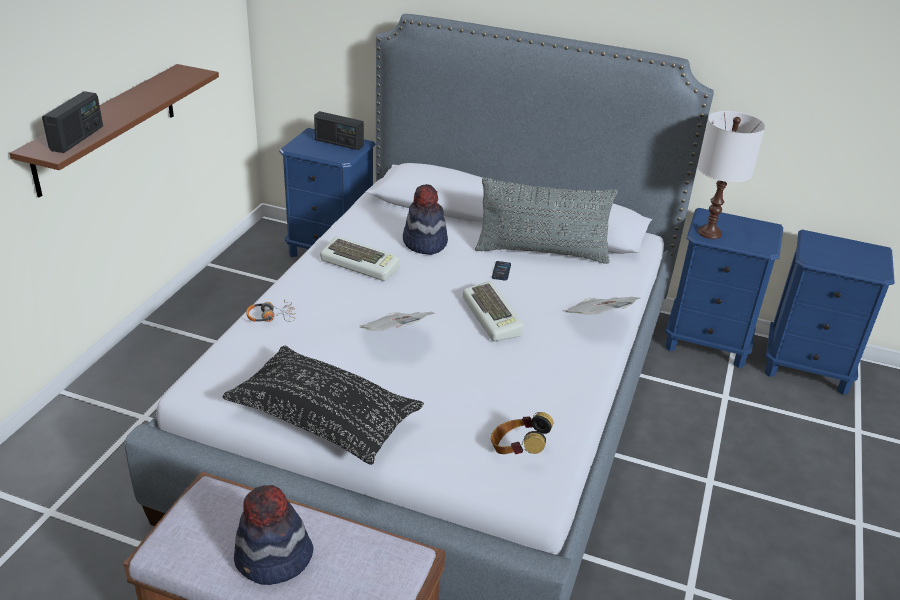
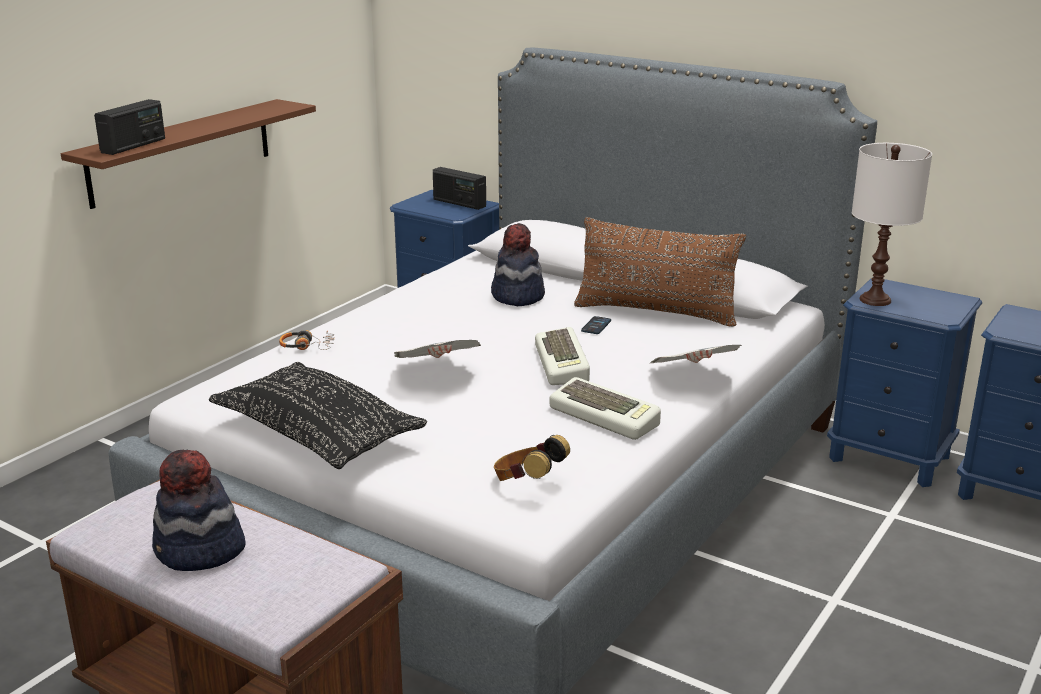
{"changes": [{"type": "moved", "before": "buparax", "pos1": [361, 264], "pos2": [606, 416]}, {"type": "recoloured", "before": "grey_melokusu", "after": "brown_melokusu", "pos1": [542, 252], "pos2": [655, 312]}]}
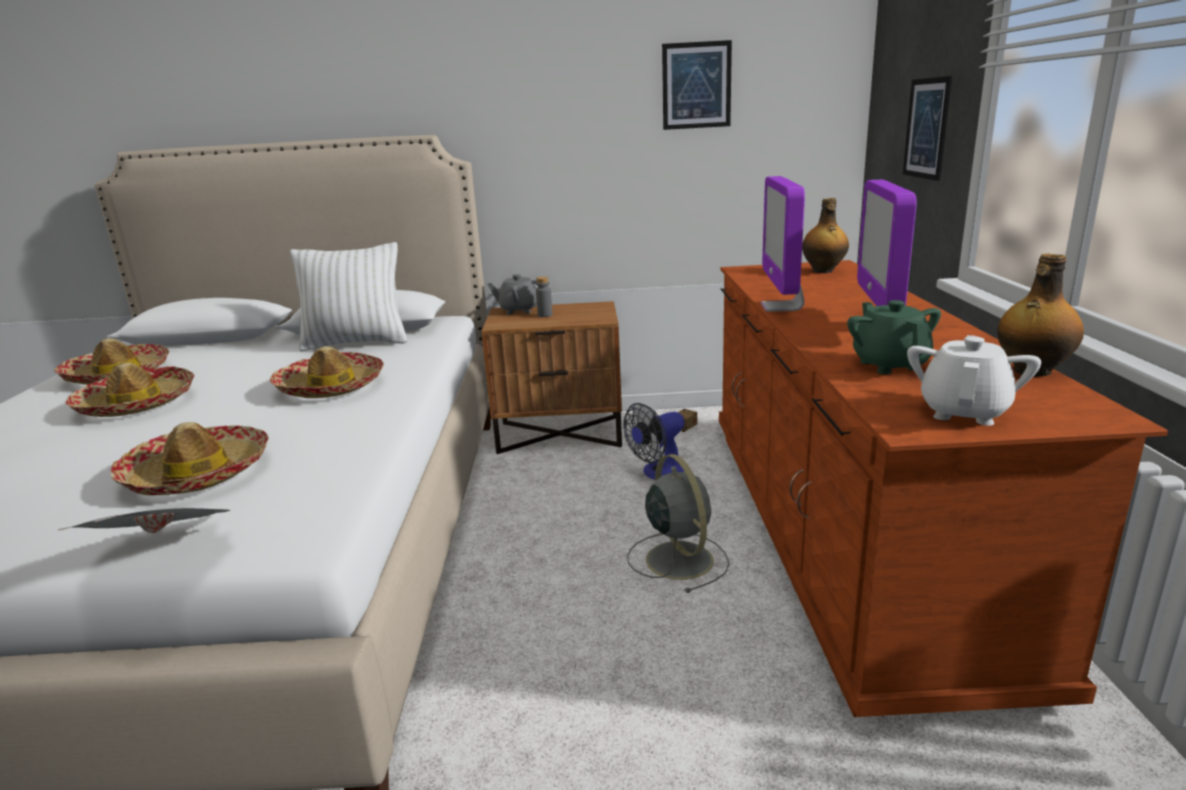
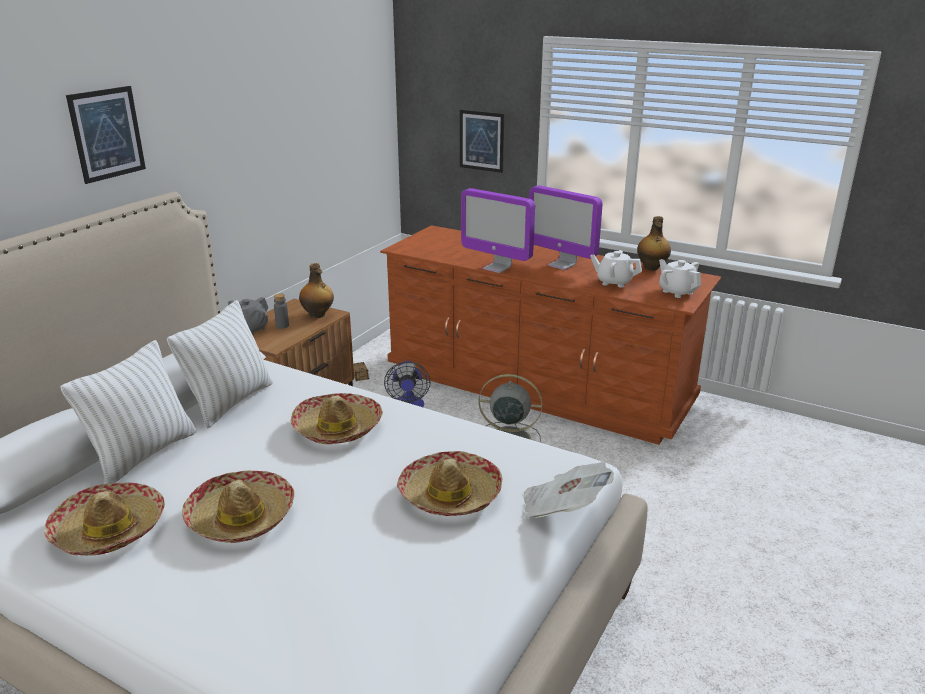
{"changes": [{"type": "added", "after": "white_melokusu", "pos2": [143, 454]}, {"type": "moved", "before": "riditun", "pos1": [696, 85], "pos2": [107, 134]}, {"type": "moved", "before": "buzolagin", "pos1": [823, 271], "pos2": [318, 315]}, {"type": "recoloured", "before": "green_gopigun", "after": "white_gopigun", "pos1": [889, 365], "pos2": [614, 282]}]}
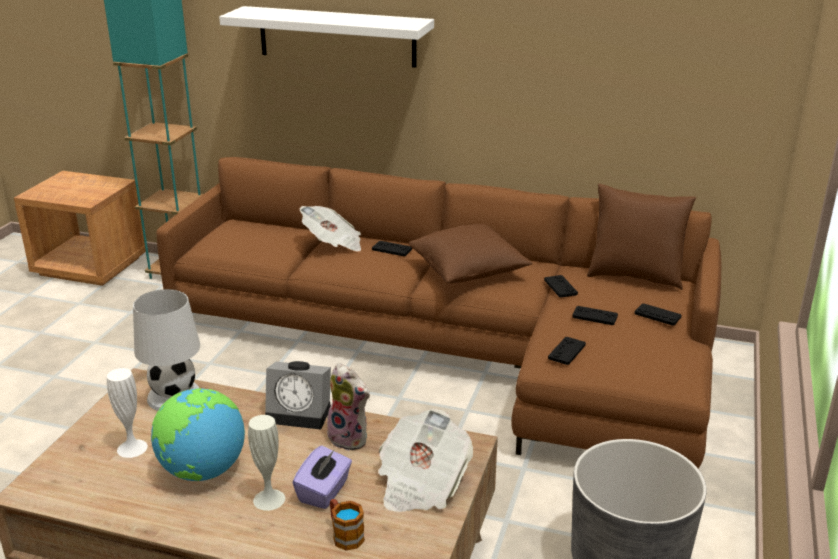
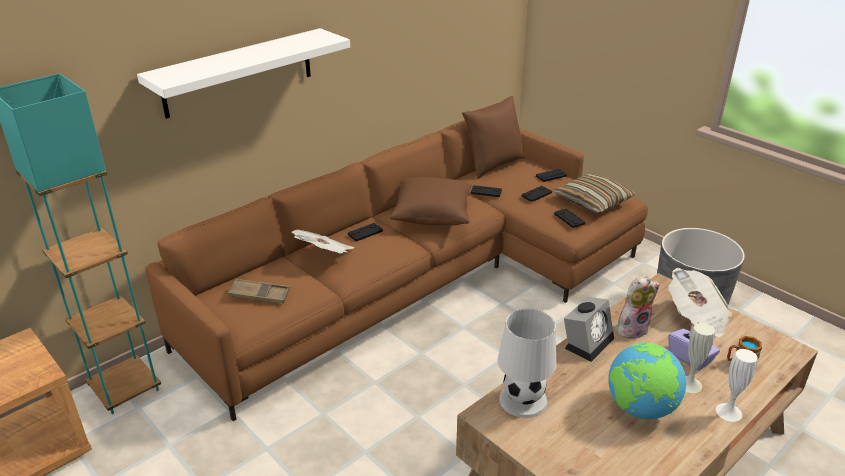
{"changes": [{"type": "added", "after": "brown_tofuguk", "pos2": [259, 295]}, {"type": "added", "after": "melokusu", "pos2": [593, 201]}, {"type": "moved", "before": "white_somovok", "pos1": [132, 448], "pos2": [728, 412]}]}
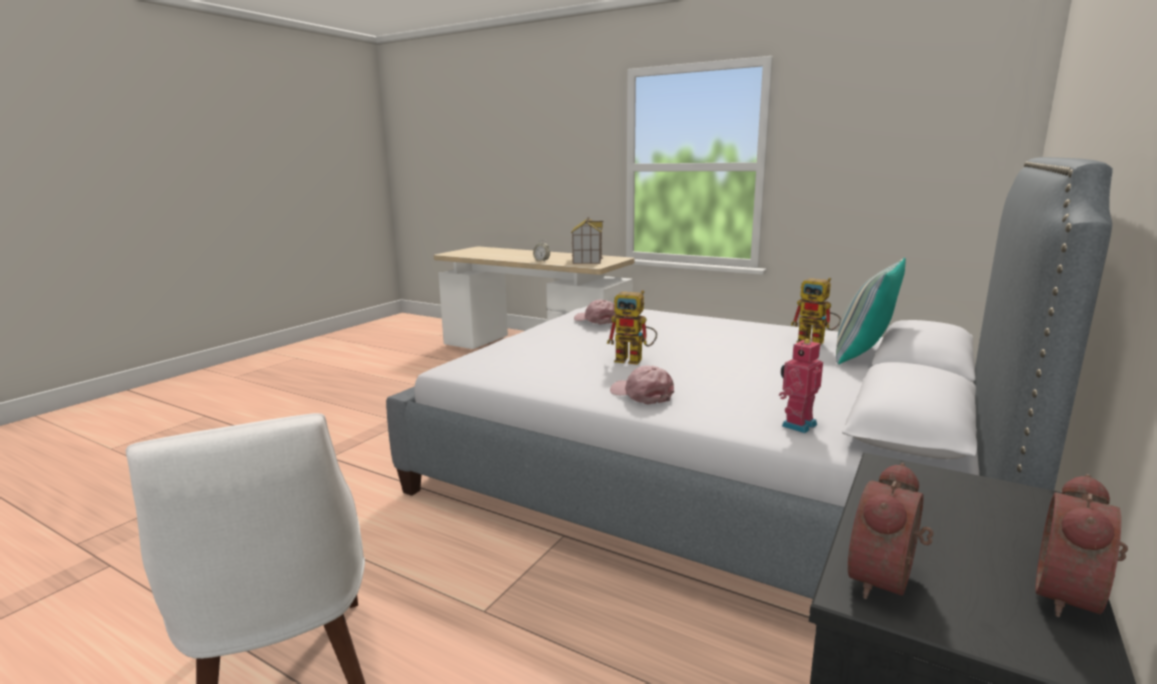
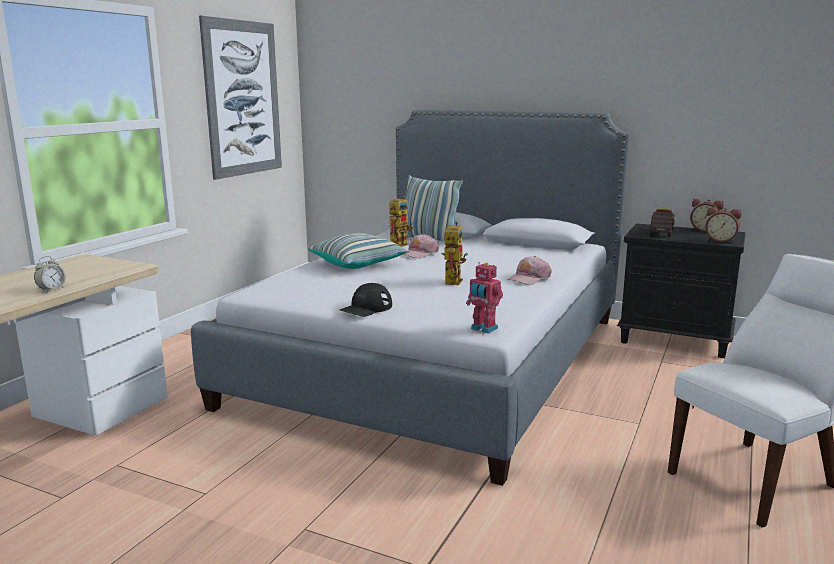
{"changes": [{"type": "added", "after": "riditun", "pos2": [243, 98]}, {"type": "added", "after": "melokusu", "pos2": [359, 264]}, {"type": "added", "after": "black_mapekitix", "pos2": [366, 308]}, {"type": "moved", "before": "pink_mapekitix", "pos1": [596, 320], "pos2": [419, 254]}, {"type": "moved", "before": "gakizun", "pos1": [796, 424], "pos2": [483, 329]}, {"type": "added", "after": "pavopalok", "pos2": [660, 232]}, {"type": "removed", "before": "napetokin", "pos1": [587, 260]}]}
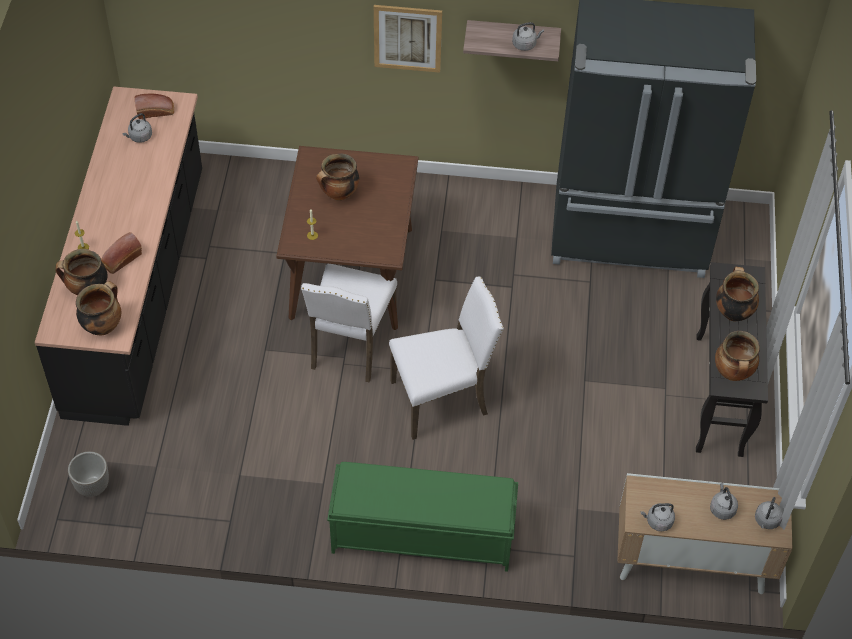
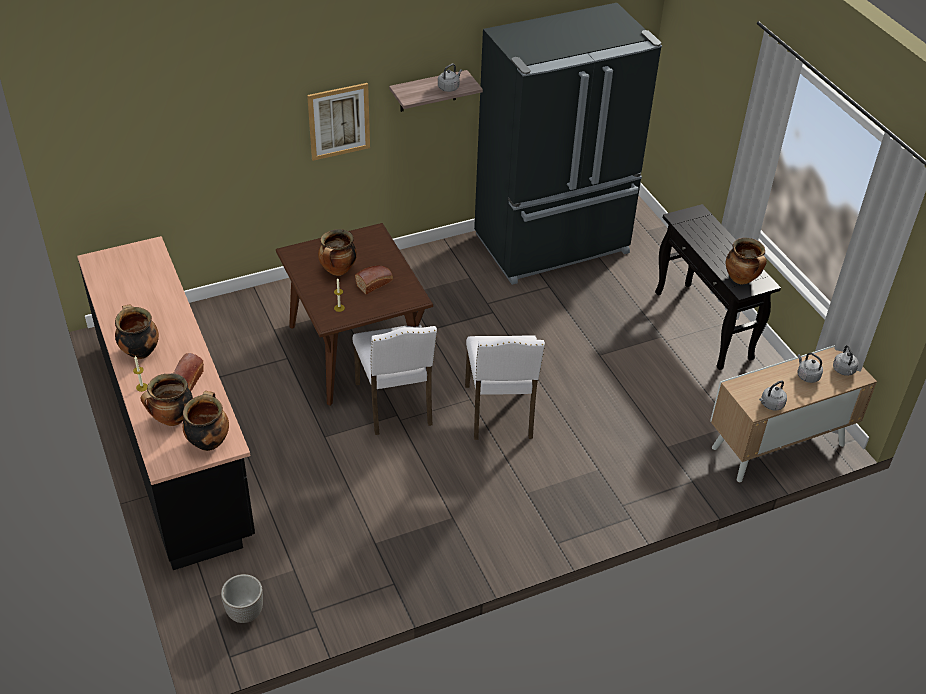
{"changes": [{"type": "moved", "before": "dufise", "pos1": [733, 312], "pos2": [139, 351]}, {"type": "moved", "before": "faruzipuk", "pos1": [156, 111], "pos2": [375, 283]}, {"type": "turned", "before": "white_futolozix", "pos1": [442, 399], "pos2": [501, 413], "turn": 135}, {"type": "removed", "before": "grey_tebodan", "pos1": [139, 137]}, {"type": "removed", "before": "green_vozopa", "pos1": [421, 536]}]}
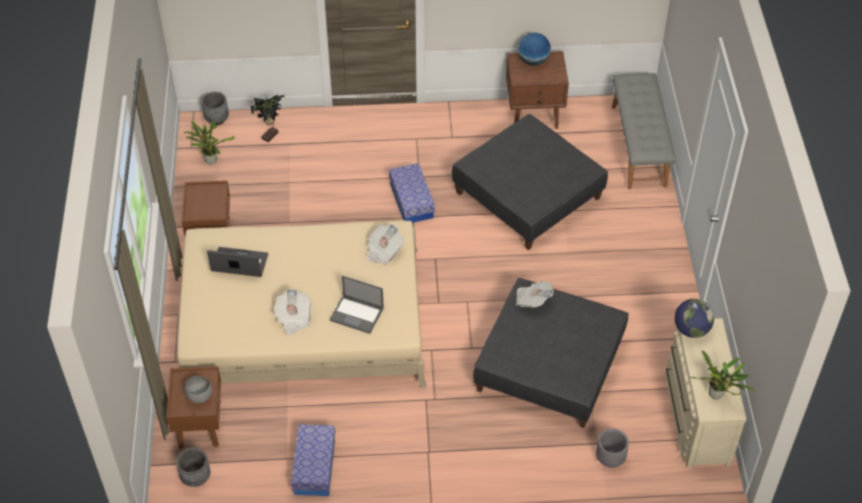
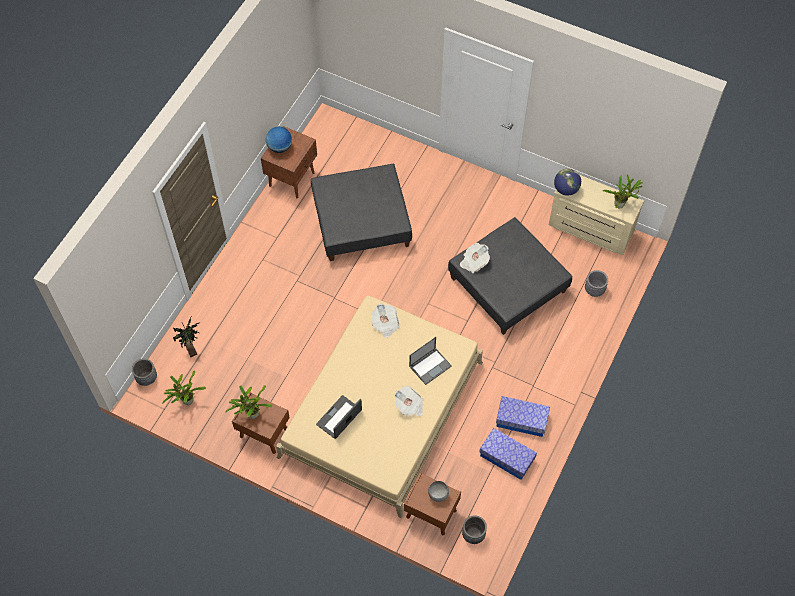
{"changes": [{"type": "added", "after": "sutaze", "pos2": [251, 414]}, {"type": "moved", "before": "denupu", "pos1": [411, 201], "pos2": [521, 420]}, {"type": "removed", "before": "grey_vozopa", "pos1": [639, 146]}]}
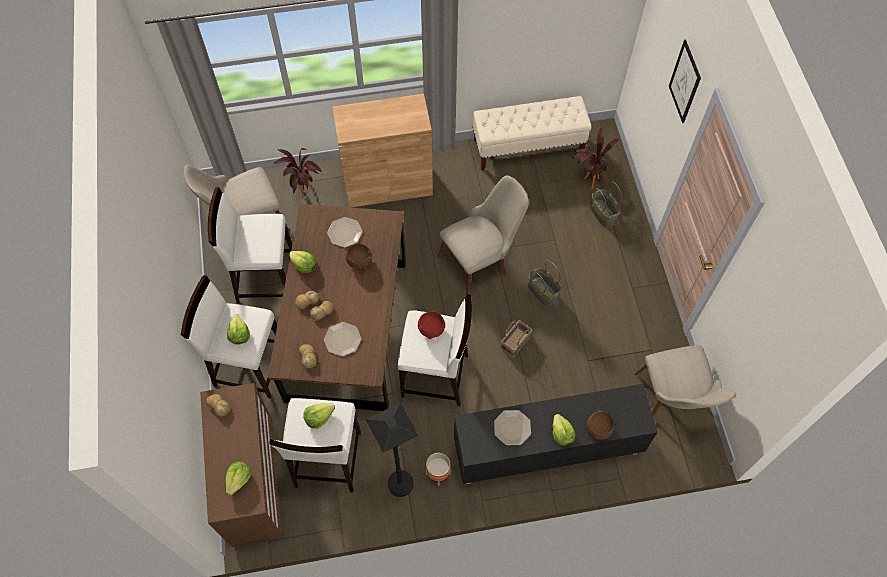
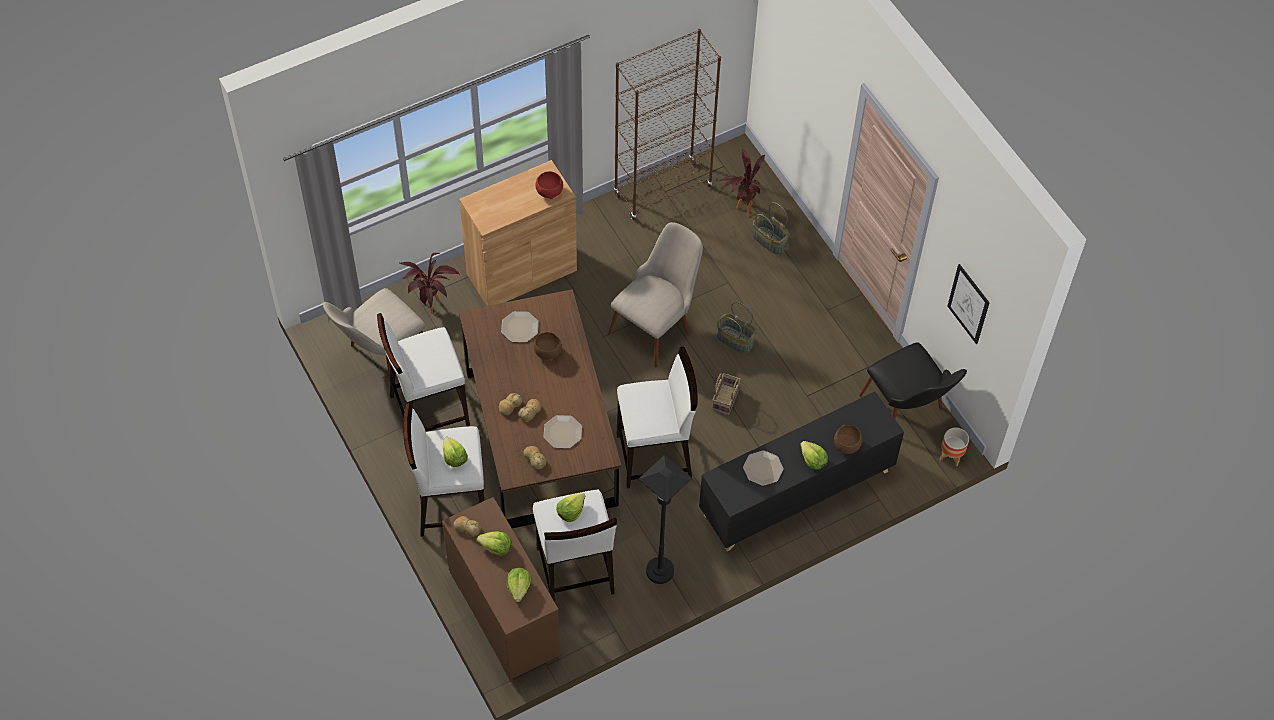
{"changes": [{"type": "moved", "before": "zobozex", "pos1": [304, 265], "pos2": [496, 547]}, {"type": "moved", "before": "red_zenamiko", "pos1": [432, 329], "pos2": [550, 191]}, {"type": "replaced", "before": "beige_vozopa", "after": "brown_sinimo", "pos1": [528, 147], "pos2": [663, 190]}, {"type": "recoloured", "before": "beige_futolozix", "after": "black_futolozix", "pos1": [673, 402], "pos2": [908, 411]}, {"type": "moved", "before": "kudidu", "pos1": [438, 473], "pos2": [951, 455]}, {"type": "moved", "before": "riditun", "pos1": [684, 82], "pos2": [968, 304]}]}
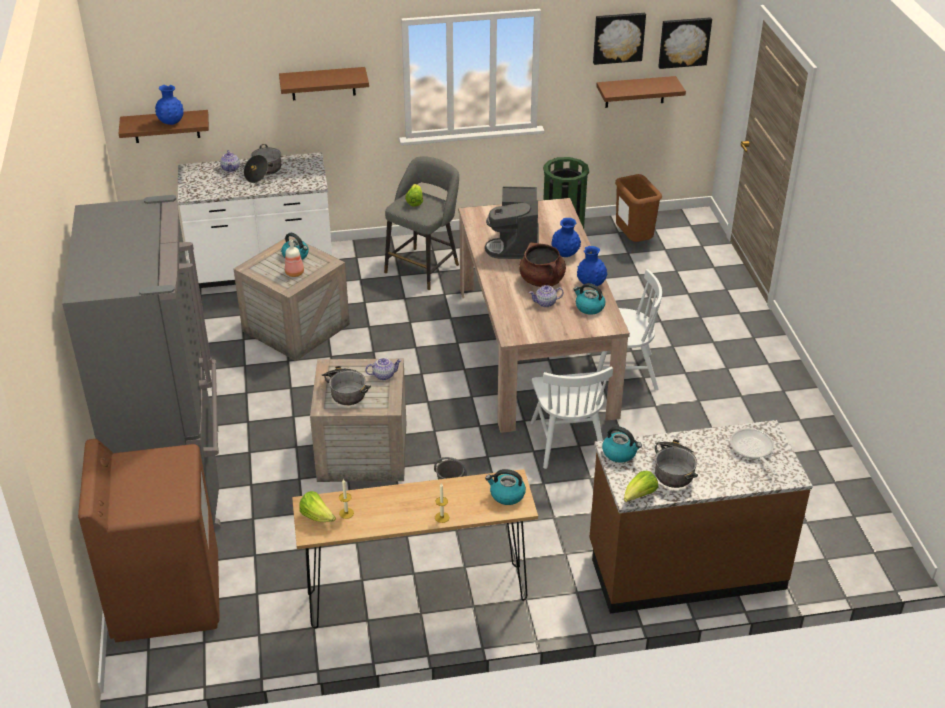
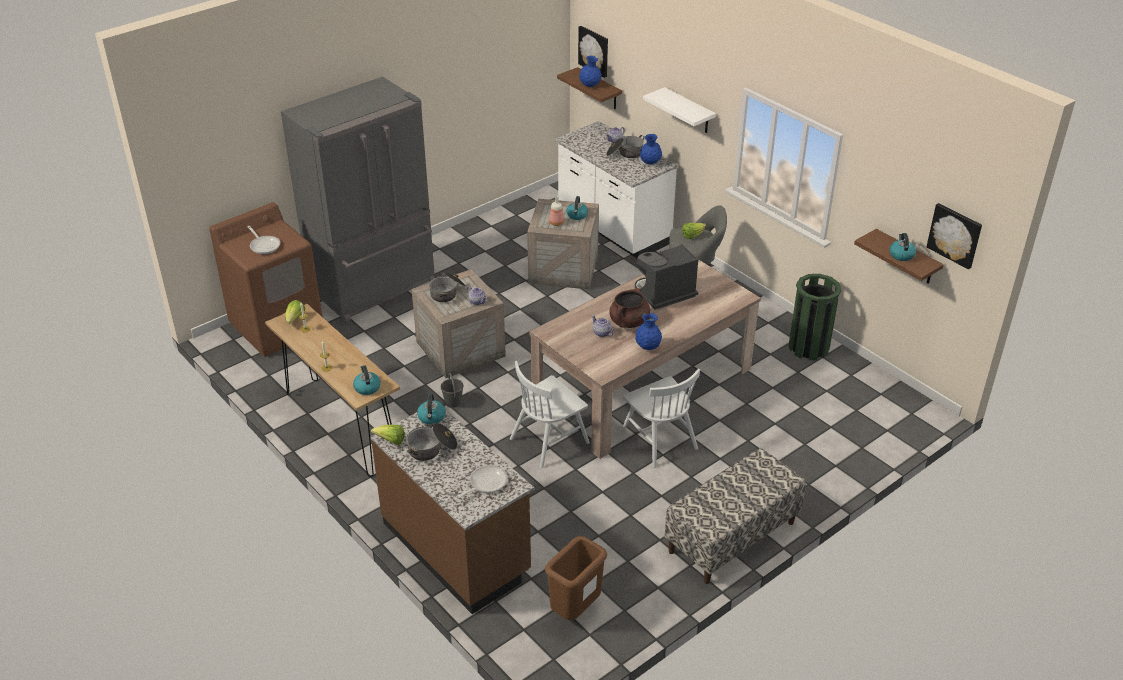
{"changes": [{"type": "added", "after": "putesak", "pos2": [264, 245]}, {"type": "moved", "before": "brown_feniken", "pos1": [632, 241], "pos2": [575, 609]}, {"type": "moved", "before": "riditun", "pos1": [618, 37], "pos2": [594, 51]}, {"type": "moved", "before": "blue_somovok", "pos1": [565, 254], "pos2": [650, 163]}, {"type": "recoloured", "before": "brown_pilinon", "after": "white_pilinon", "pos1": [323, 83], "pos2": [689, 111]}, {"type": "added", "after": "vozopa", "pos2": [732, 537]}, {"type": "moved", "before": "tebodan", "pos1": [589, 307], "pos2": [901, 255]}]}
